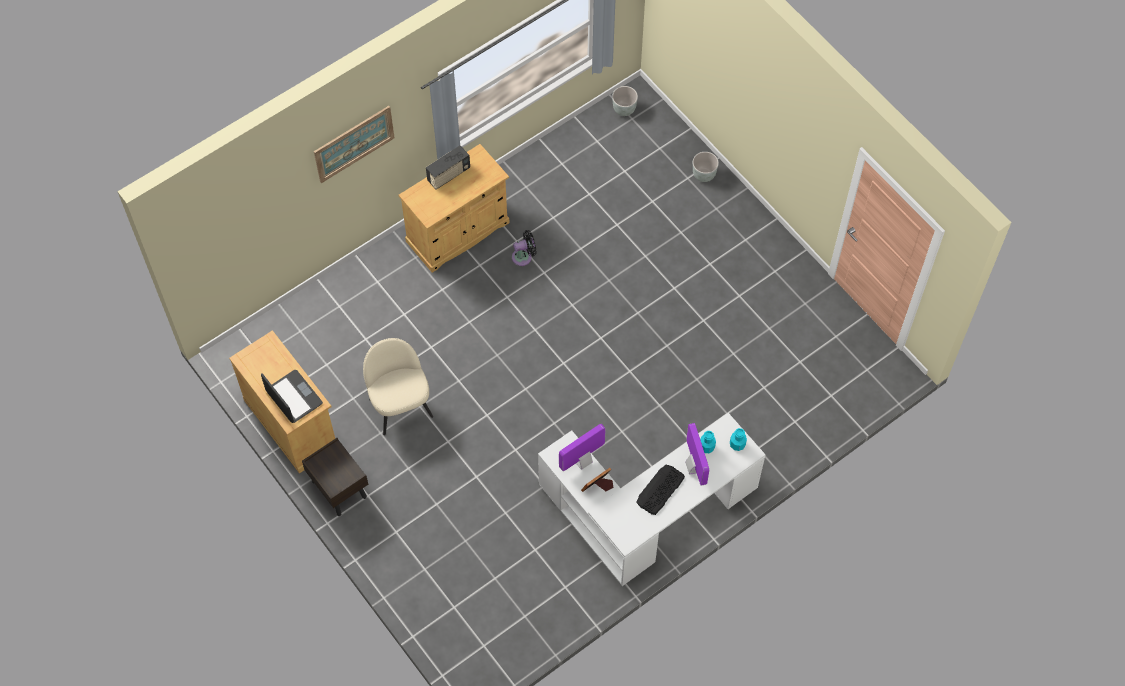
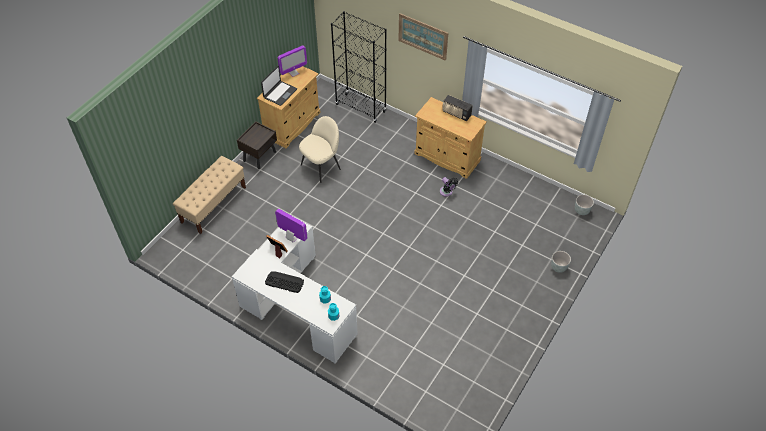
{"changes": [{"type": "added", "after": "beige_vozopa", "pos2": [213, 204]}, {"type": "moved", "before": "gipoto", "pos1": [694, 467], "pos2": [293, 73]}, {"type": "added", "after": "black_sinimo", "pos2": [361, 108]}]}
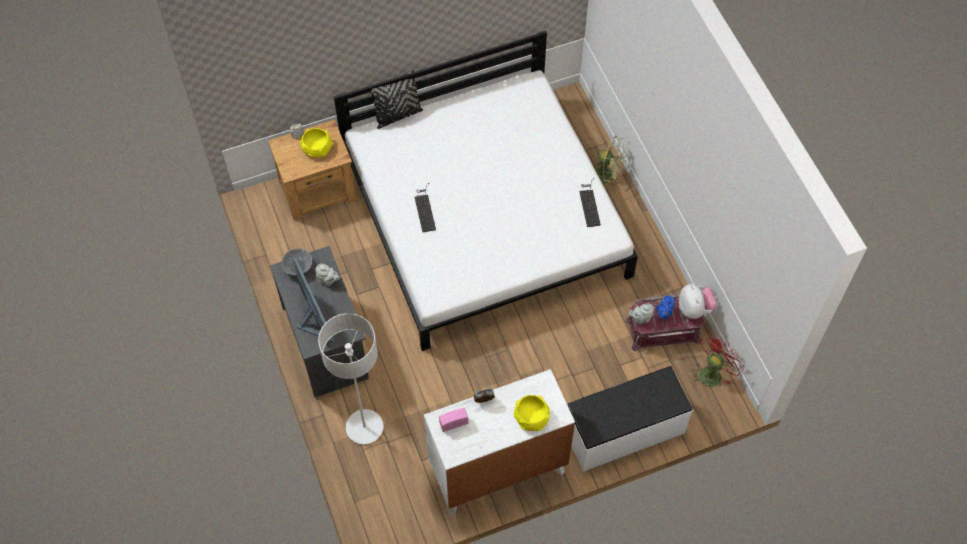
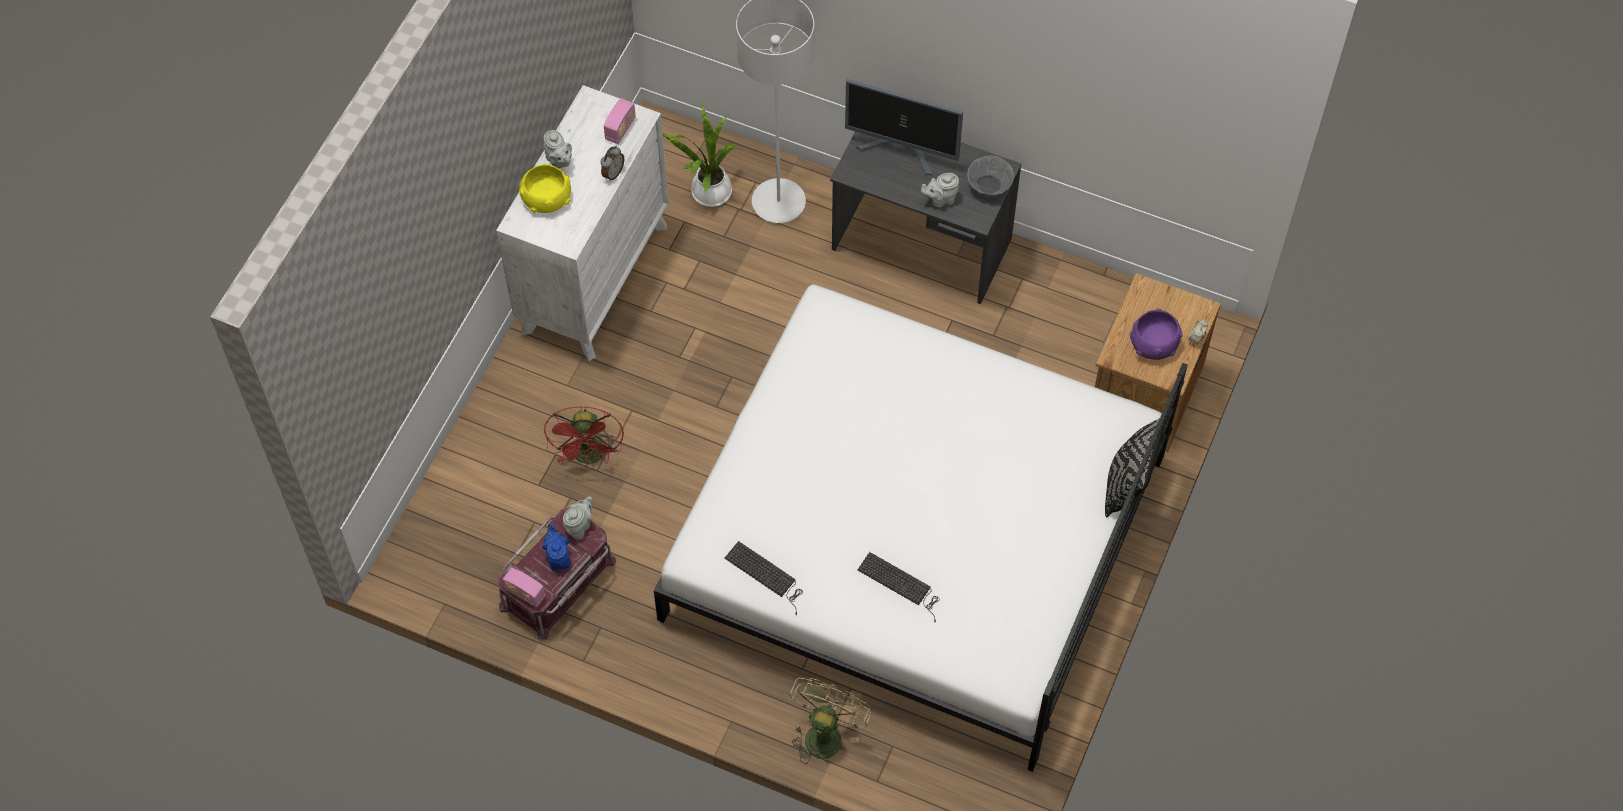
{"changes": [{"type": "replaced", "before": "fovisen", "after": "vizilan", "pos1": [694, 309], "pos2": [525, 593]}, {"type": "added", "after": "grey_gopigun", "pos2": [559, 161]}, {"type": "moved", "before": "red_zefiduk", "pos1": [712, 372], "pos2": [590, 456]}, {"type": "added", "after": "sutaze", "pos2": [708, 193]}, {"type": "turned", "before": "green_zefiduk", "pos1": [608, 176], "pos2": [825, 732], "turn": 135}, {"type": "moved", "before": "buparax", "pos1": [424, 208], "pos2": [901, 584]}, {"type": "recoloured", "before": "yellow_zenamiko", "after": "purple_zenamiko", "pos1": [317, 148], "pos2": [1154, 343]}, {"type": "removed", "before": "white_vozopa", "pos1": [624, 431]}]}
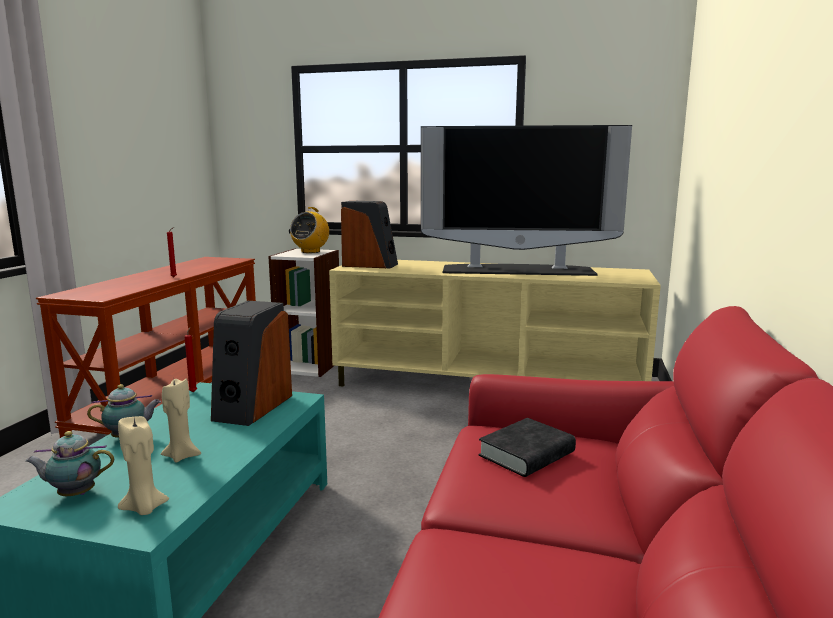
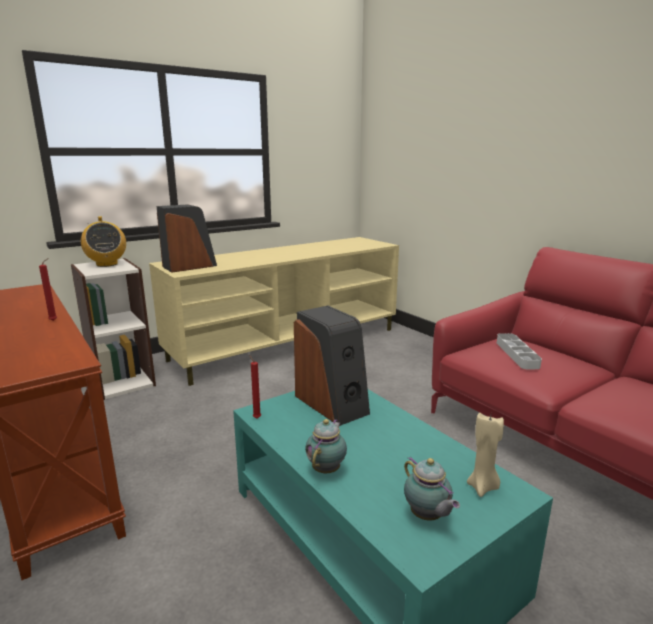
{"changes": [{"type": "turned", "before": "gopigun", "pos1": [74, 494], "pos2": [427, 516], "turn": -60}, {"type": "replaced", "before": "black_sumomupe", "after": "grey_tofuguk", "pos1": [527, 454], "pos2": [517, 354]}, {"type": "removed", "before": "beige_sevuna", "pos1": [182, 456]}, {"type": "removed", "before": "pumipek", "pos1": [517, 270]}]}
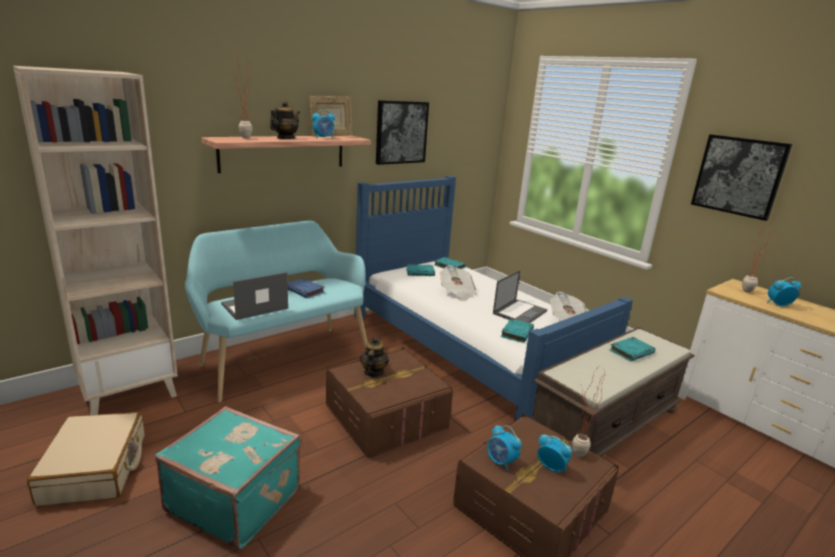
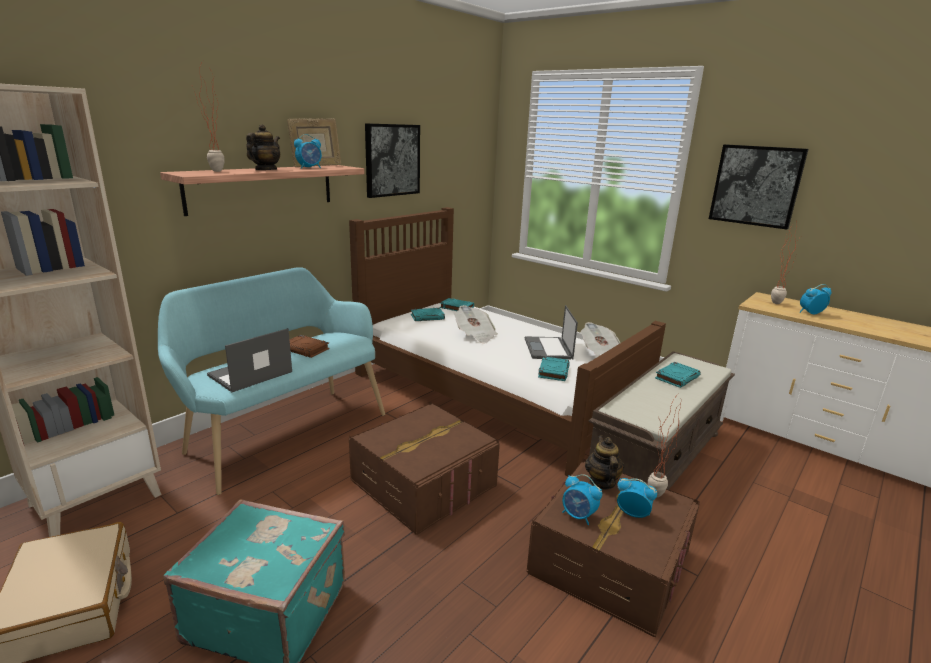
{"changes": [{"type": "recoloured", "before": "blue_sumomupe", "after": "brown_sumomupe", "pos1": [305, 291], "pos2": [306, 349]}, {"type": "recoloured", "before": "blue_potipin", "after": "brown_potipin", "pos1": [470, 346], "pos2": [493, 392]}, {"type": "turned", "before": "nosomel", "pos1": [520, 312], "pos2": [548, 349], "turn": 150}, {"type": "moved", "before": "gopigun", "pos1": [373, 372], "pos2": [601, 482]}]}
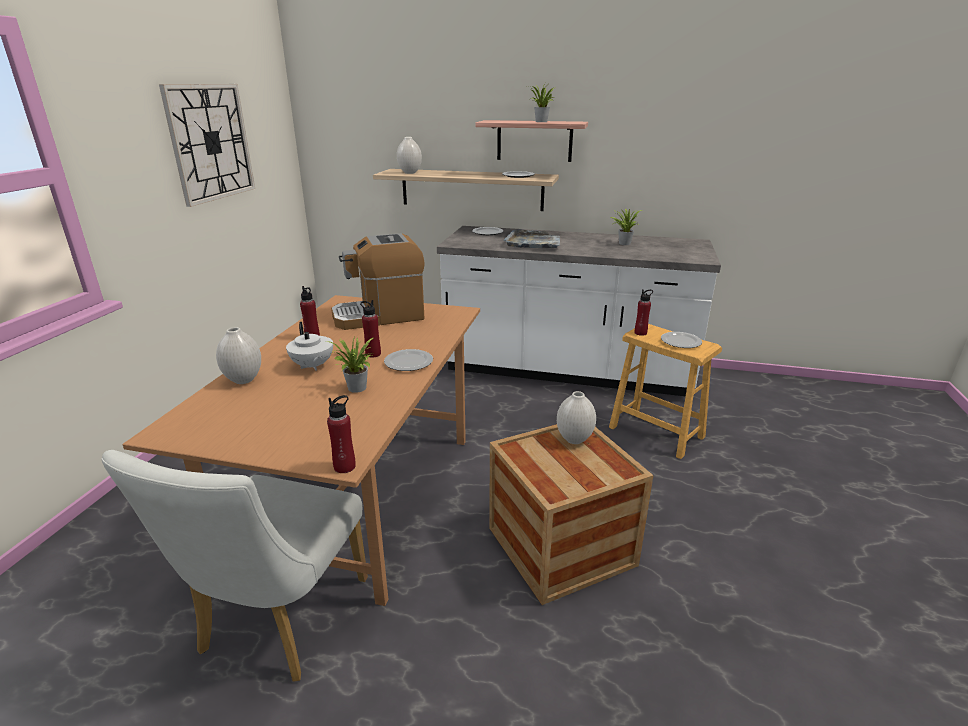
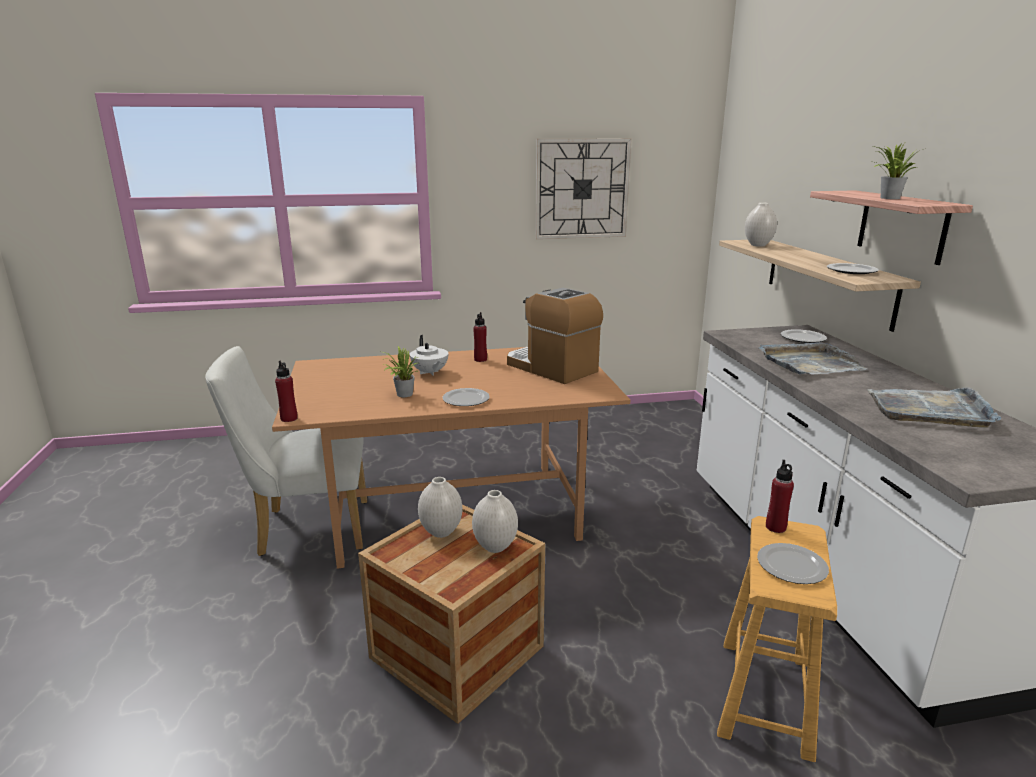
{"changes": [{"type": "turned", "before": "white_gopigun", "pos1": [312, 366], "pos2": [429, 373], "turn": -60}, {"type": "moved", "before": "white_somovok", "pos1": [244, 380], "pos2": [442, 532]}, {"type": "replaced", "before": "sutaze", "after": "grey_tofuguk", "pos1": [623, 243], "pos2": [929, 409]}, {"type": "removed", "before": "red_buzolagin", "pos1": [373, 354]}]}
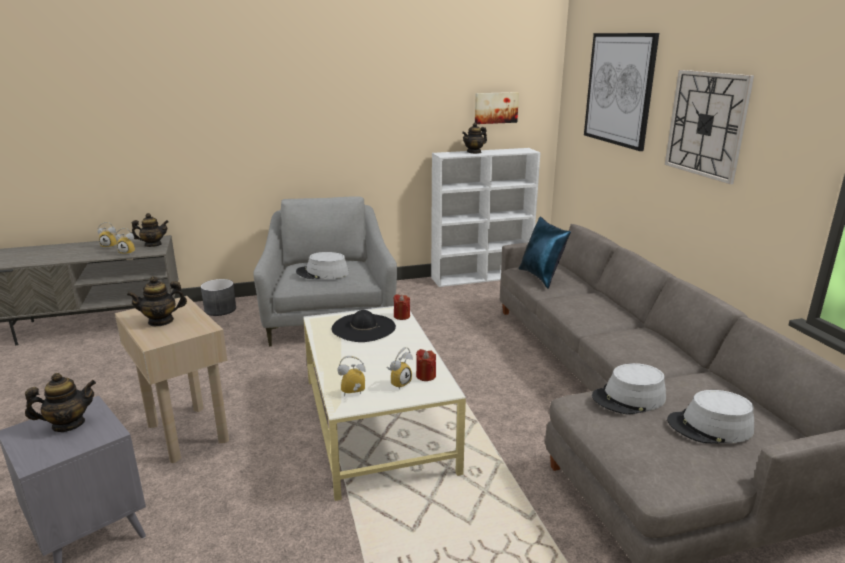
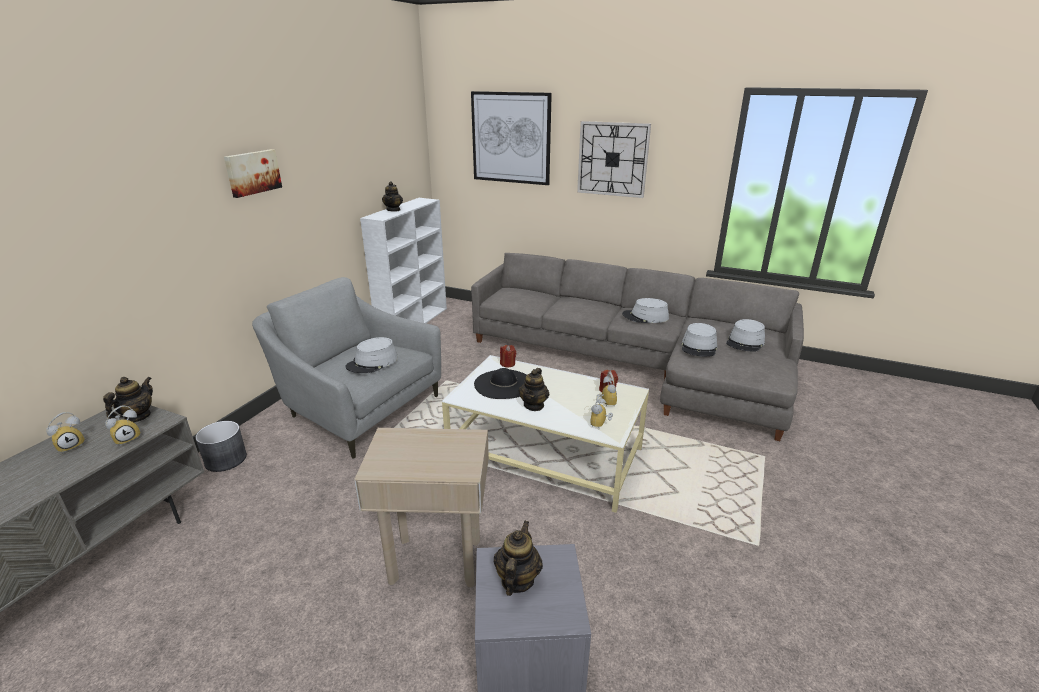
{"changes": [{"type": "moved", "before": "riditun", "pos1": [495, 107], "pos2": [252, 172]}, {"type": "moved", "before": "gopigun", "pos1": [161, 321], "pos2": [534, 405]}, {"type": "added", "after": "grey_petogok", "pos2": [645, 317]}, {"type": "removed", "before": "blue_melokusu", "pos1": [542, 277]}]}
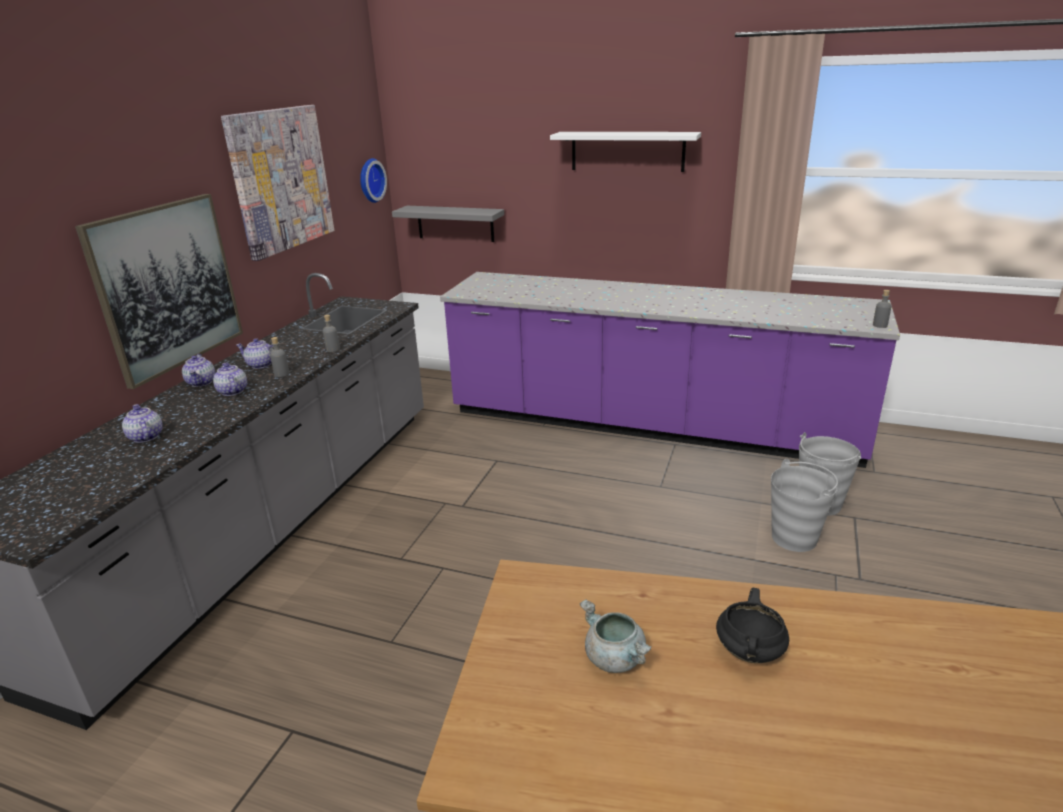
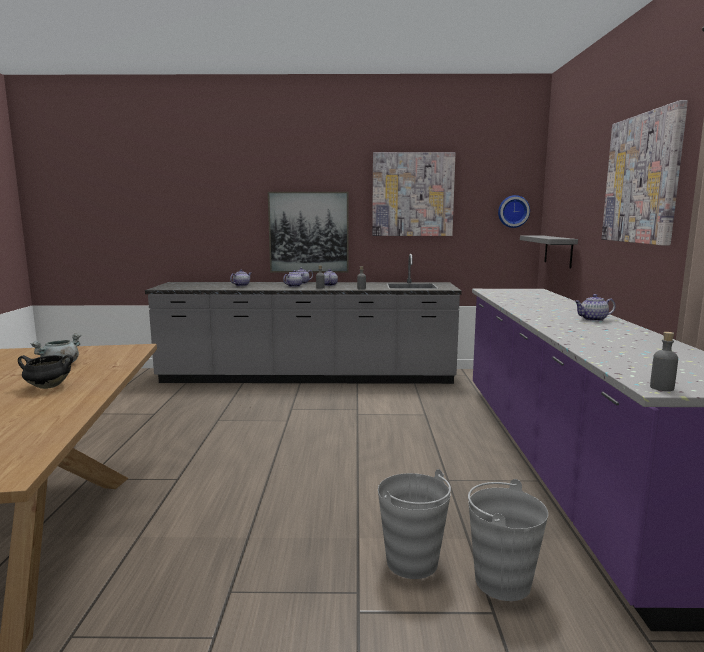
{"changes": [{"type": "added", "after": "gopigun", "pos2": [593, 319]}, {"type": "replaced", "before": "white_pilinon", "after": "riditun", "pos1": [627, 151], "pos2": [642, 179]}]}
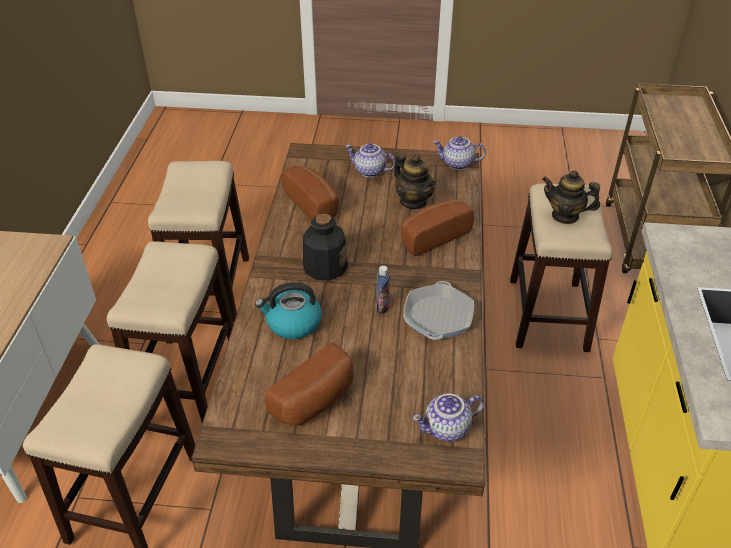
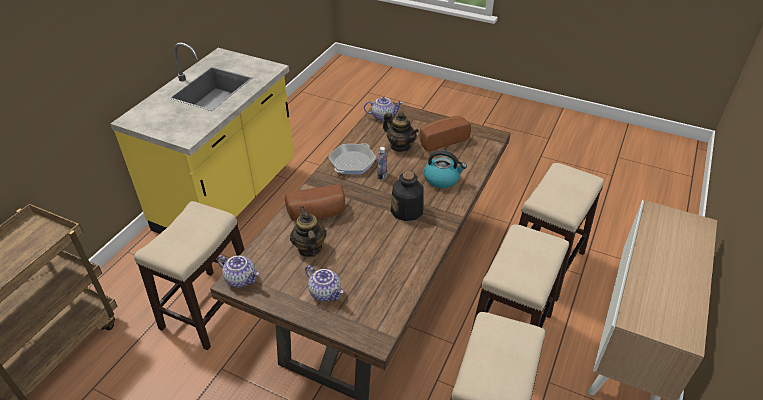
{"changes": [{"type": "moved", "before": "gopigun", "pos1": [565, 216], "pos2": [400, 146]}, {"type": "removed", "before": "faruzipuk", "pos1": [314, 204]}]}
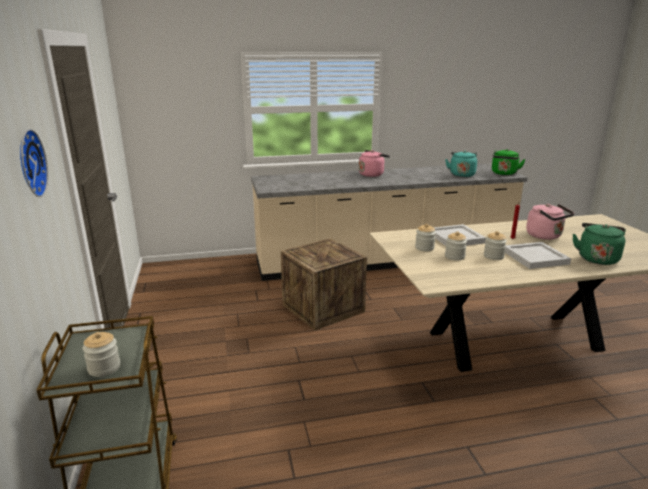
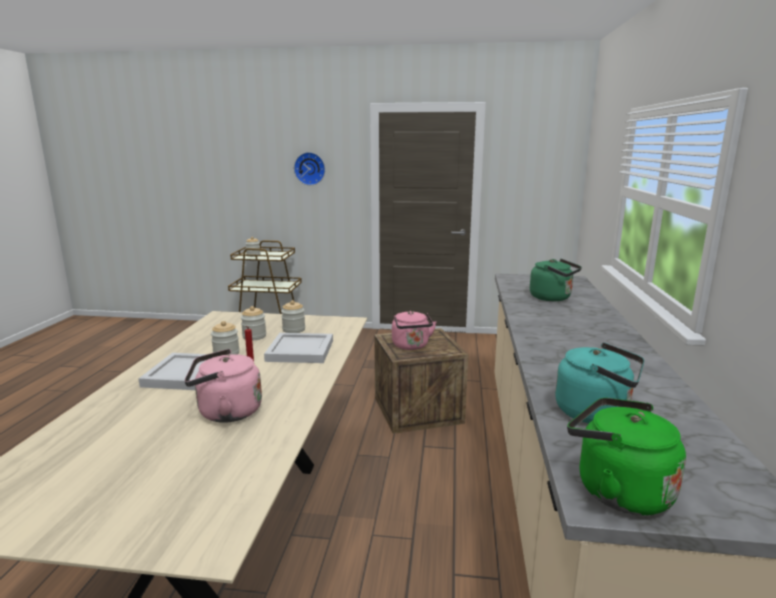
{"changes": [{"type": "moved", "before": "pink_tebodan", "pos1": [372, 174], "pos2": [411, 346]}, {"type": "moved", "before": "green_tebodan", "pos1": [597, 258], "pos2": [553, 298]}]}
